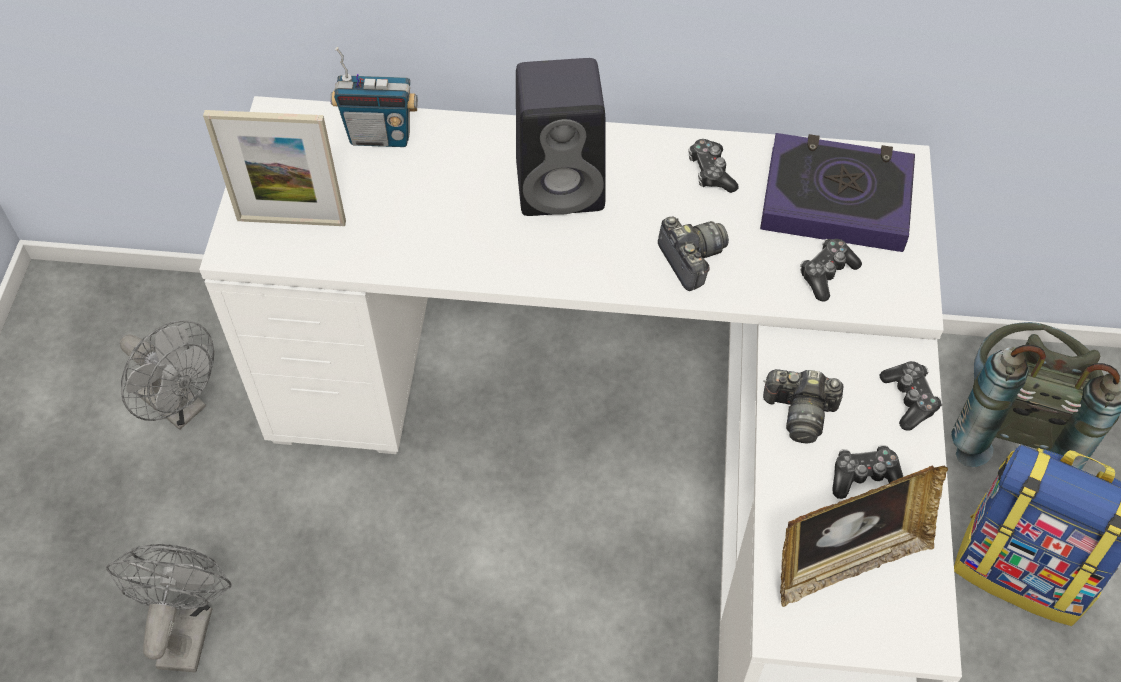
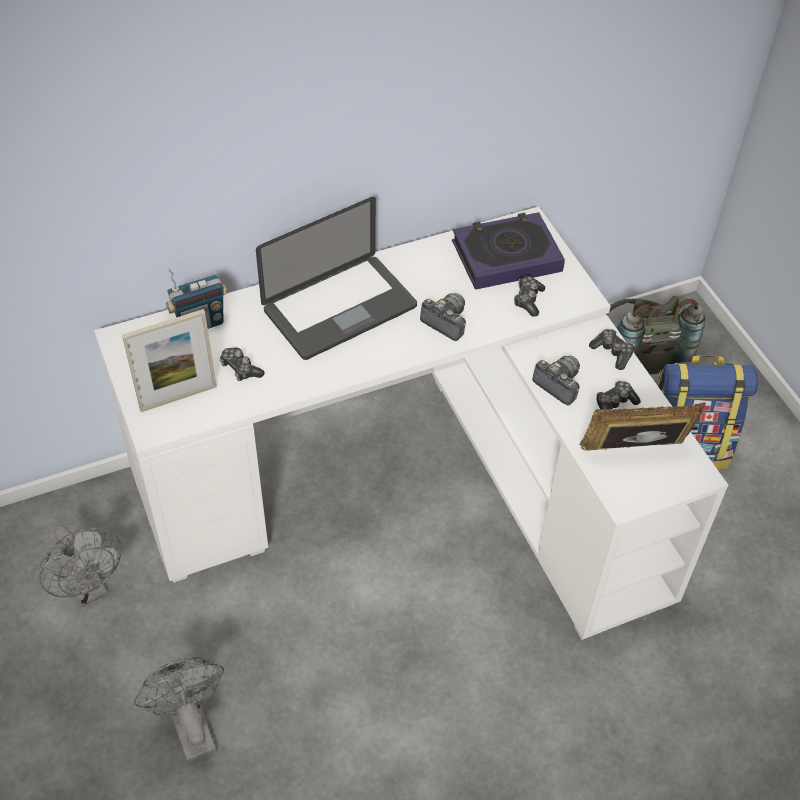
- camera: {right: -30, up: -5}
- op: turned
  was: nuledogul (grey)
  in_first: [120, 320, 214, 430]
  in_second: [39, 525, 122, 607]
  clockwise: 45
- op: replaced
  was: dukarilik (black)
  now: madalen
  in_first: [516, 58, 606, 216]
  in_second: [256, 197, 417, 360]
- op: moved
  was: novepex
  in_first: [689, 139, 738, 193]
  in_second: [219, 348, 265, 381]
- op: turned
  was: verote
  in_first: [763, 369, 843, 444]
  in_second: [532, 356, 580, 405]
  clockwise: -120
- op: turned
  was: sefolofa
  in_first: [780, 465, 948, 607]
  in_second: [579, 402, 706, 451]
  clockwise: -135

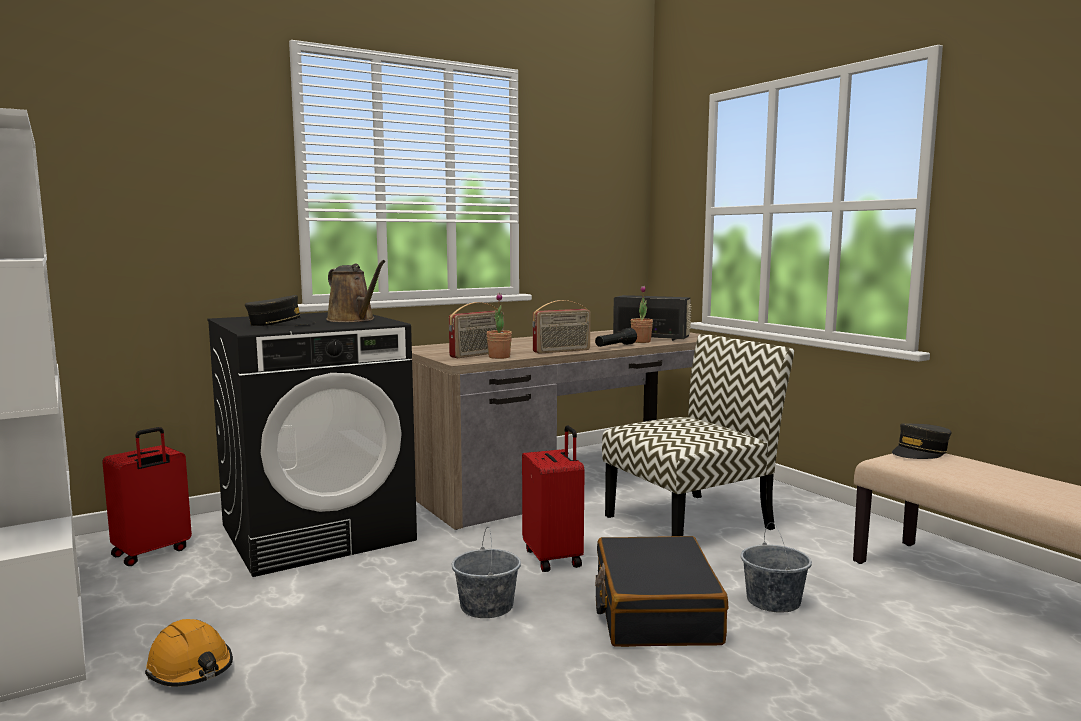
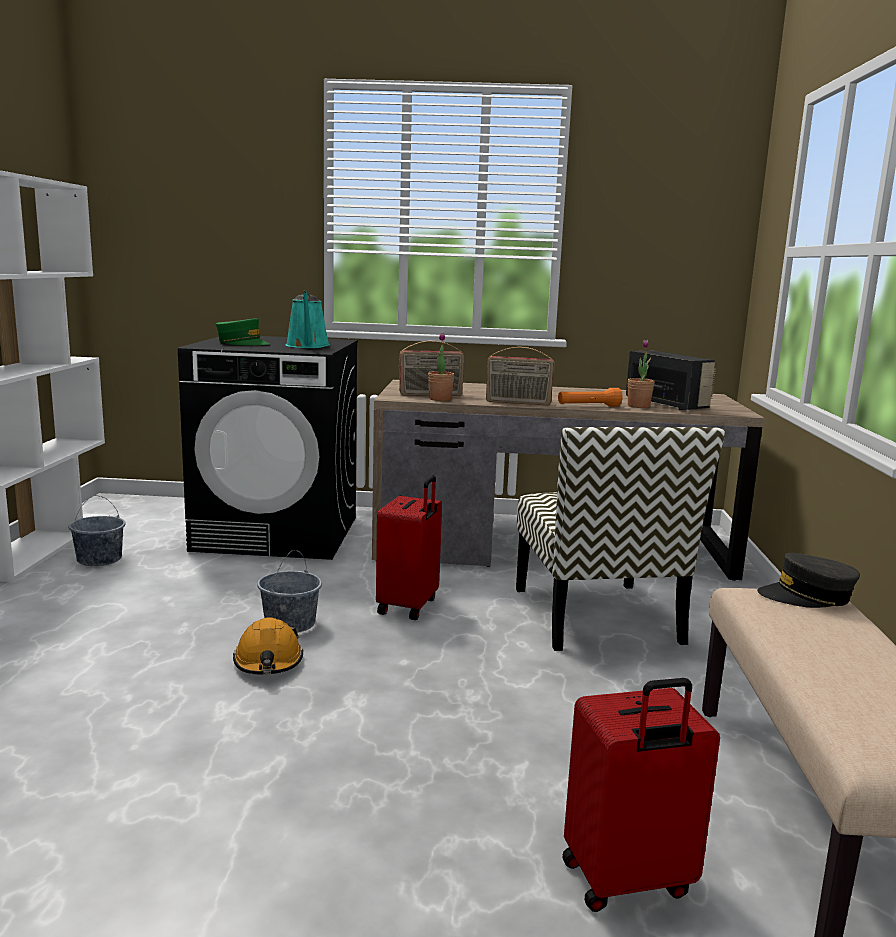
- camera: {right: 35, up: 5}
- op: moved
  was: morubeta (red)
  in_first: [102, 427, 192, 566]
  in_second: [563, 678, 720, 912]
- op: moved
  was: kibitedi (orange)
  in_first: [145, 619, 233, 686]
  in_second: [233, 617, 303, 675]
- op: recoloured
  was: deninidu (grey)
  now: deninidu (green)
  in_first: [245, 295, 315, 326]
  in_second: [216, 319, 269, 345]
- op: recoloured
  was: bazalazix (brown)
  now: bazalazix (turquoise)
  in_first: [326, 260, 386, 322]
  in_second: [286, 291, 330, 348]
- op: recoloured
  was: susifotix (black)
  now: susifotix (orange)
  in_first: [595, 328, 637, 347]
  in_second: [558, 388, 622, 407]
- op: removed
  was: morubeta (black)
  in_first: [595, 536, 728, 647]
- op: turned
  was: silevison
  in_first: [602, 334, 794, 536]
  in_second: [516, 427, 725, 651]
  clockwise: 75
- op: moved
  was: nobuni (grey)
  in_first: [741, 522, 812, 613]
  in_second: [68, 495, 125, 566]

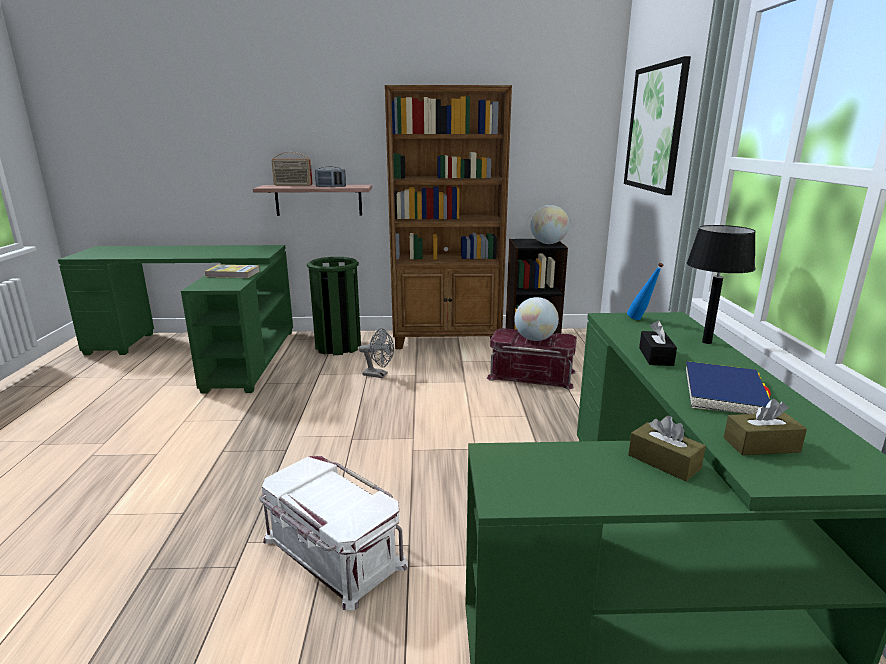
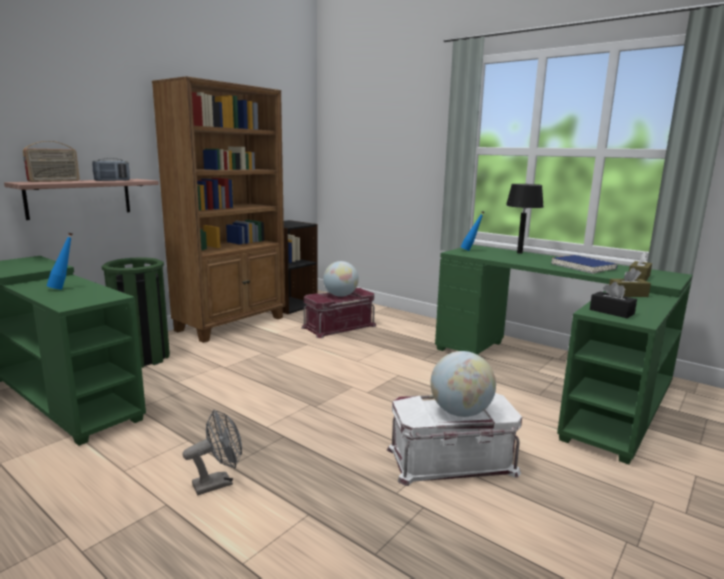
- camera: {right: -50, up: -5}
- op: replaced
  was: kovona
  now: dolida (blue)
  in_first: [205, 265, 260, 278]
  in_second: [47, 233, 73, 290]
- op: moved
  was: nuledogul (grey)
  in_first: [359, 328, 394, 378]
  in_second: [183, 410, 242, 495]
- op: moved
  was: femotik
  in_first: [530, 205, 569, 244]
  in_second: [430, 351, 496, 417]
- op: removed
  was: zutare
  in_first: [624, 56, 691, 195]
- op: moved
  was: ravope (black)
  in_first: [639, 321, 677, 366]
  in_second: [590, 282, 637, 318]

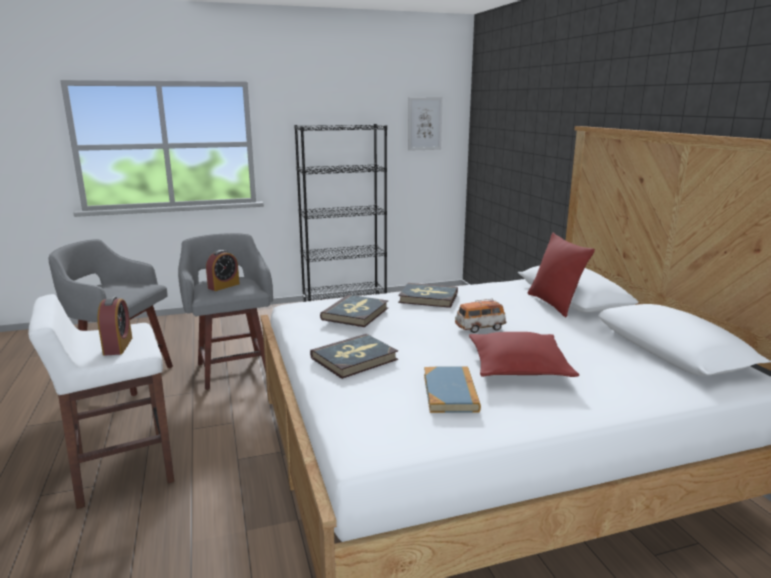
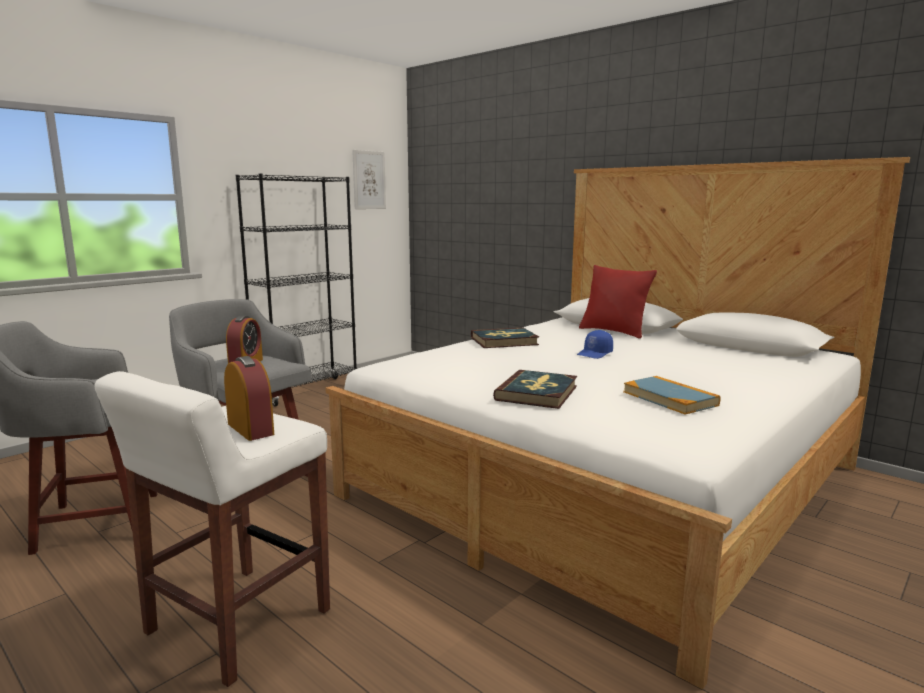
- camera: {right: -30, up: -5}
- op: removed
  was: kovona
  in_first: [320, 295, 388, 327]
- op: replaced
  was: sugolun
  now: deninidu (blue)
  in_first: [455, 299, 506, 333]
  in_second: [577, 330, 613, 359]
- op: removed
  was: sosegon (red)
  in_first: [469, 332, 579, 377]

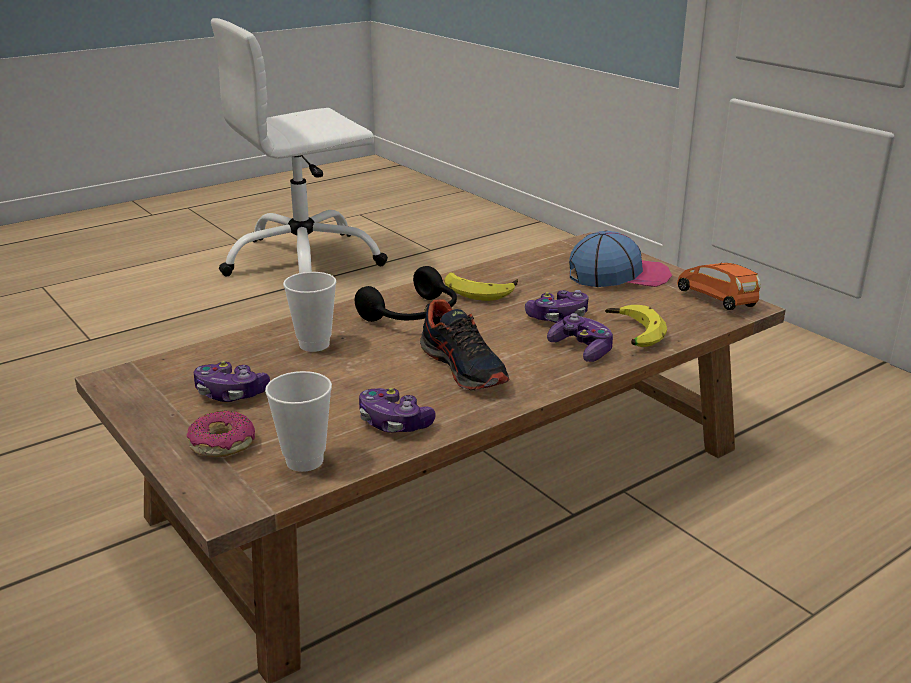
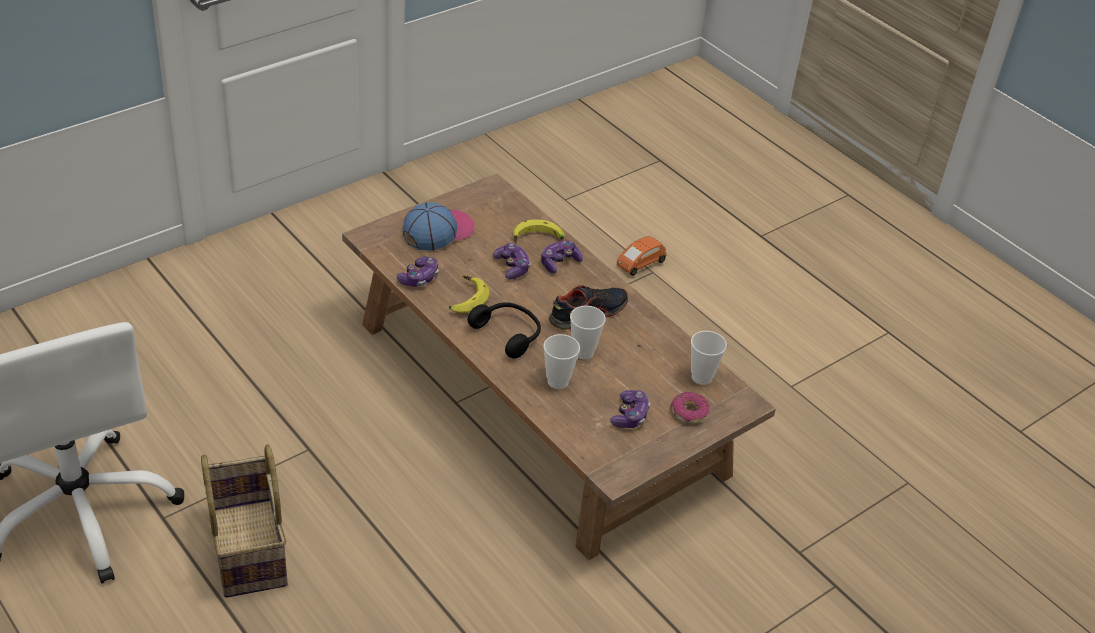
- camera: {right: -95, up: 15}
- op: moved
  was: novepex
  in_first: [359, 388, 436, 433]
  in_second: [397, 256, 439, 287]
- op: turned
  was: deninidu
  in_first: [569, 231, 672, 287]
  in_second: [403, 202, 475, 251]
  clockwise: 60
- op: moved
  was: sugolun (orange)
  in_first: [677, 261, 761, 310]
  in_second: [617, 236, 666, 275]
- op: added
  now: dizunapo
  in_second: [201, 444, 288, 598]
- op: added
  now: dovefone
  in_second: [570, 306, 606, 359]

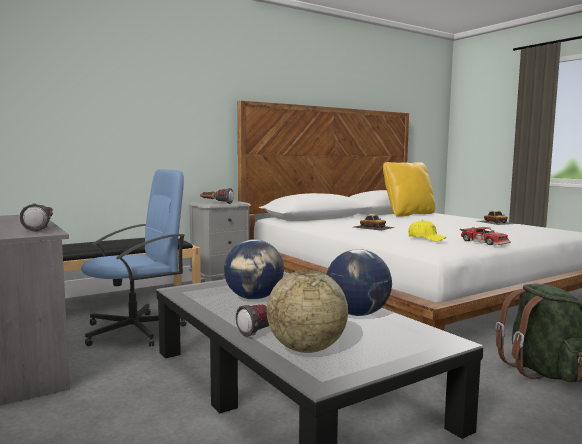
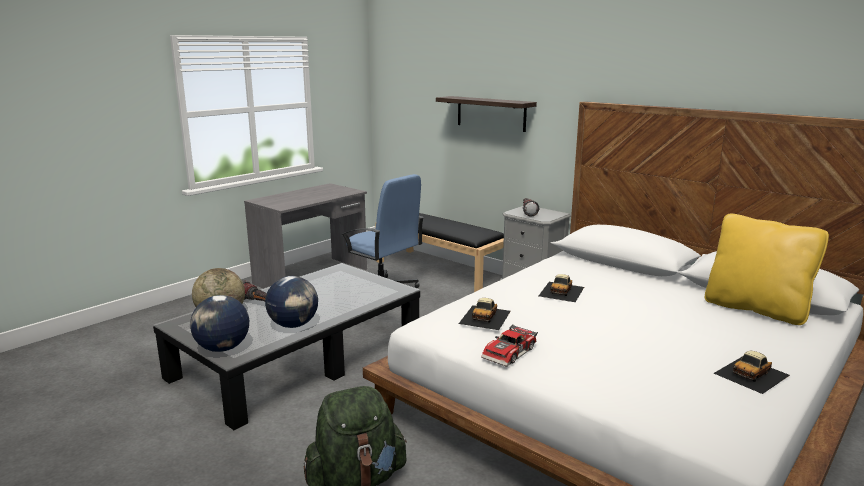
- camera: {right: 75, up: 10}
- op: removed
  was: susifotix
  in_first: [20, 203, 53, 231]
- op: moved
  was: femotik
  in_first: [224, 239, 284, 300]
  in_second: [190, 295, 249, 352]
- op: replaced
  was: deninidu (yellow)
  now: sugolun
  in_first: [408, 220, 446, 241]
  in_second: [459, 298, 511, 330]
- op: added
  now: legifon
  in_second: [436, 96, 537, 132]

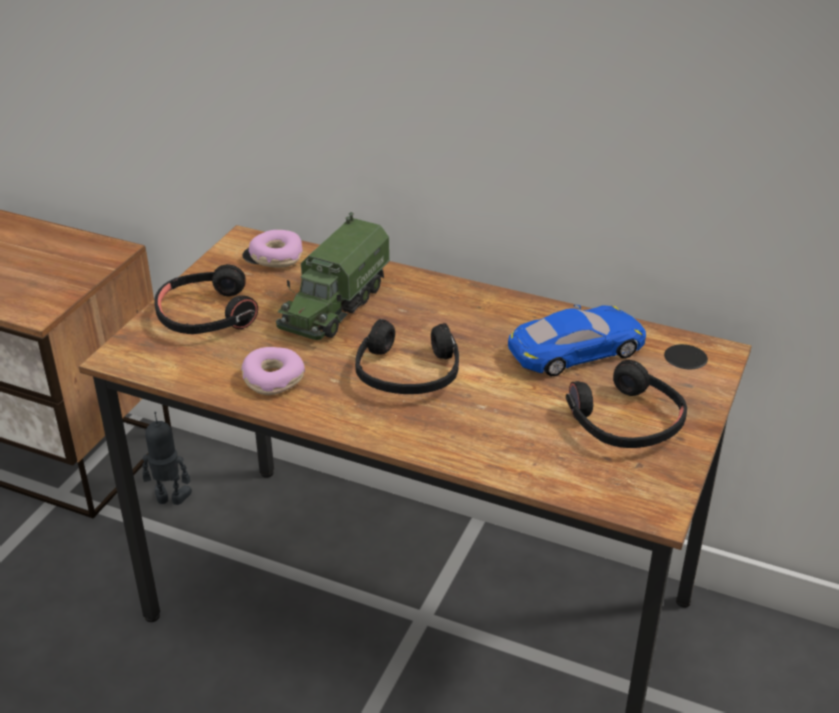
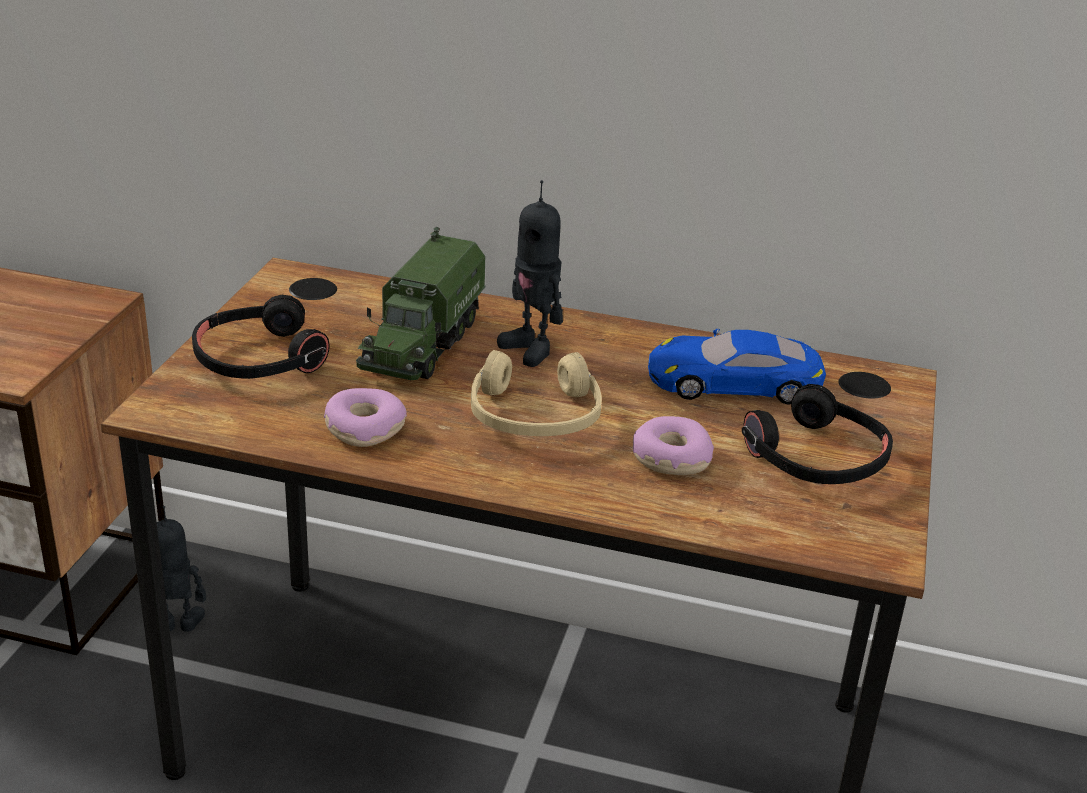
- camera: {right: -10, up: -5}
- op: moved
  was: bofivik
  in_first: [249, 230, 303, 268]
  in_second: [633, 416, 714, 475]
- op: recoloured
  was: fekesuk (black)
  now: fekesuk (beige)
  in_first: [355, 319, 459, 394]
  in_second: [471, 350, 602, 436]
- op: turned
  was: sugolun (blue)
  in_first: [508, 305, 646, 377]
  in_second: [648, 329, 826, 405]
  clockwise: -150
- op: added
  now: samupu
  in_second: [497, 180, 563, 367]

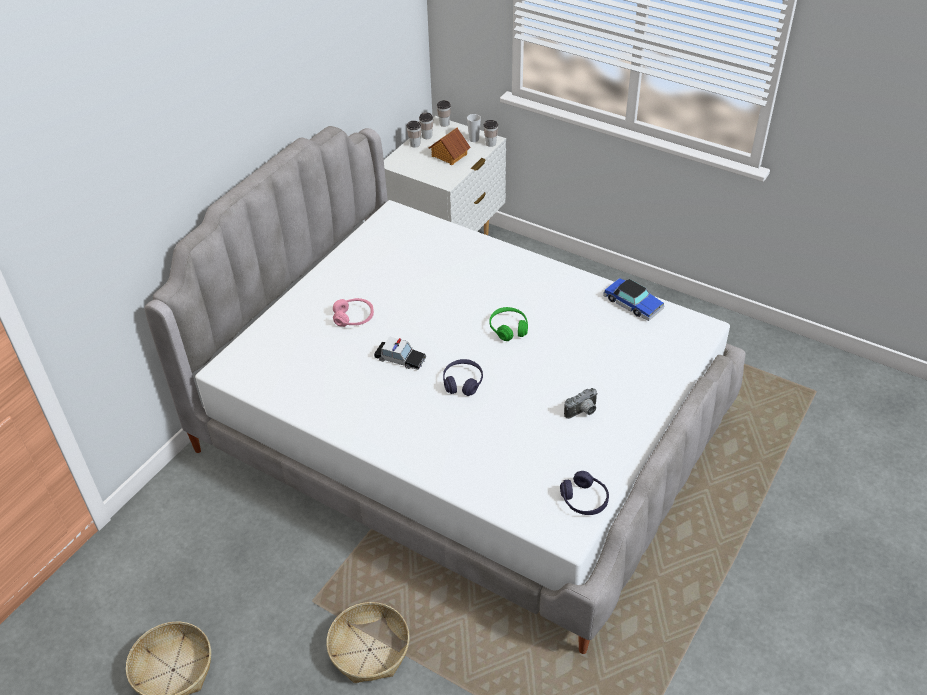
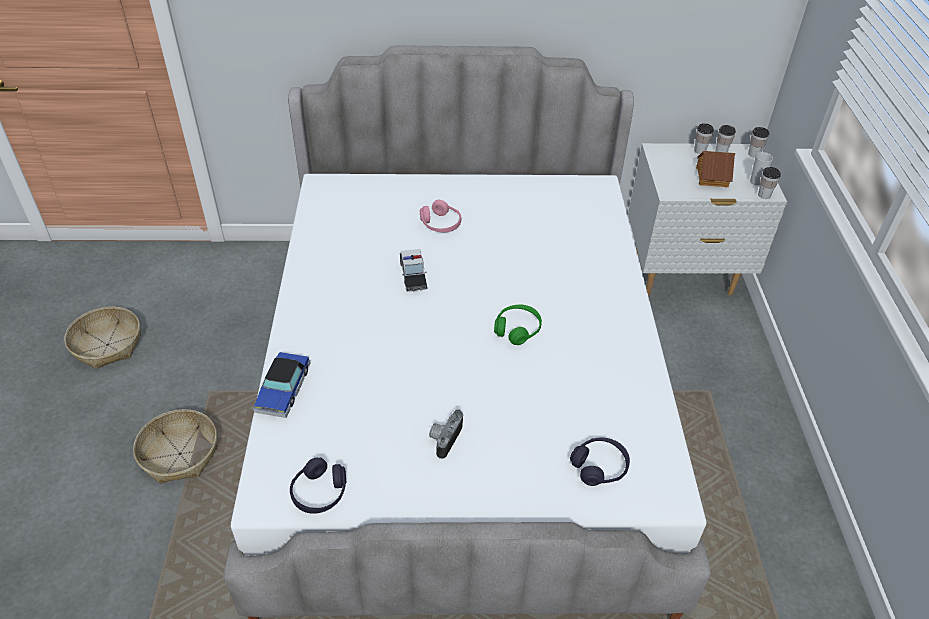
- camera: {right: 55, up: 0}
- op: moved
  was: fekesuk (purple)
  in_first: [443, 359, 483, 396]
  in_second: [570, 437, 630, 486]
- op: turned
  was: verote
  in_first: [564, 388, 598, 419]
  in_second: [429, 409, 463, 459]
  clockwise: 90
- op: moved
  was: sugolun
  in_first: [603, 278, 664, 321]
  in_second: [253, 352, 310, 418]

